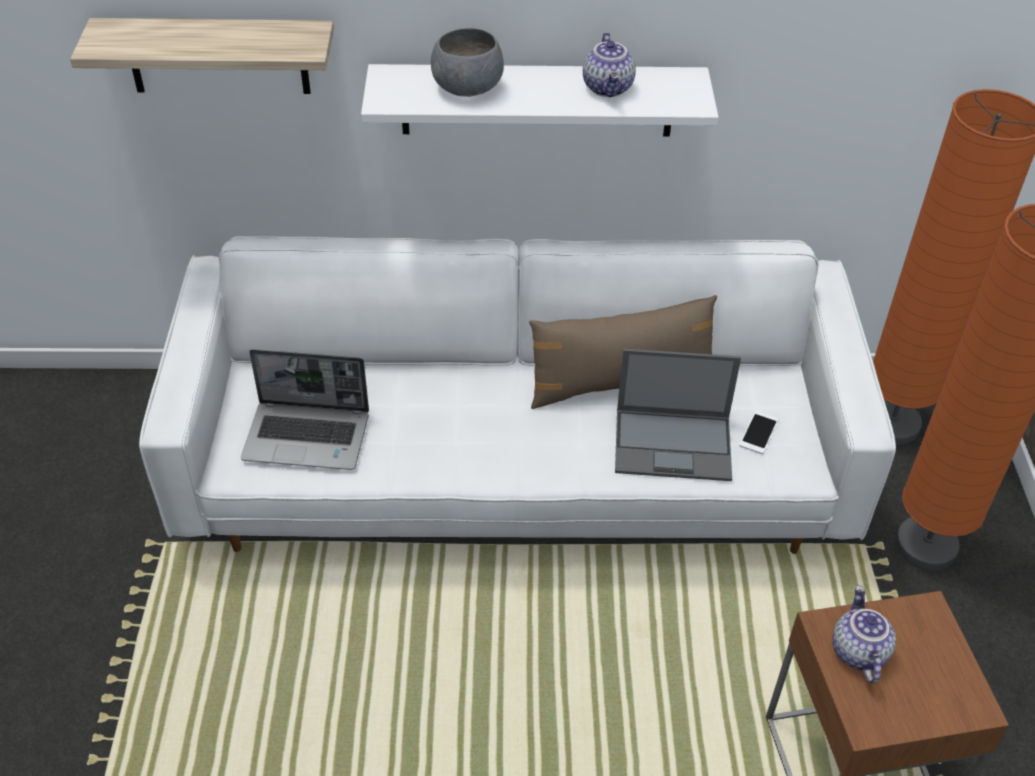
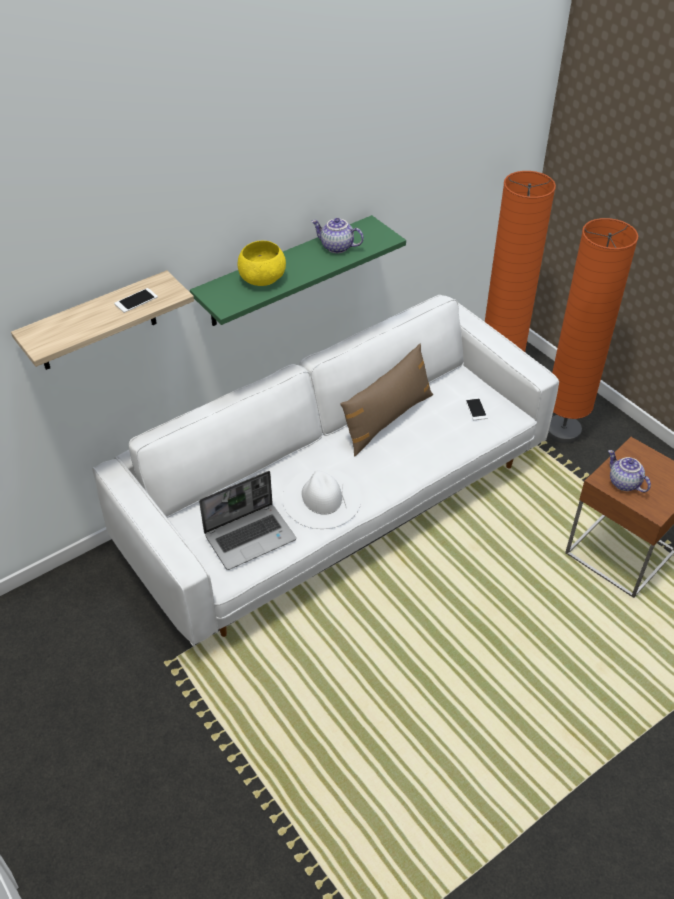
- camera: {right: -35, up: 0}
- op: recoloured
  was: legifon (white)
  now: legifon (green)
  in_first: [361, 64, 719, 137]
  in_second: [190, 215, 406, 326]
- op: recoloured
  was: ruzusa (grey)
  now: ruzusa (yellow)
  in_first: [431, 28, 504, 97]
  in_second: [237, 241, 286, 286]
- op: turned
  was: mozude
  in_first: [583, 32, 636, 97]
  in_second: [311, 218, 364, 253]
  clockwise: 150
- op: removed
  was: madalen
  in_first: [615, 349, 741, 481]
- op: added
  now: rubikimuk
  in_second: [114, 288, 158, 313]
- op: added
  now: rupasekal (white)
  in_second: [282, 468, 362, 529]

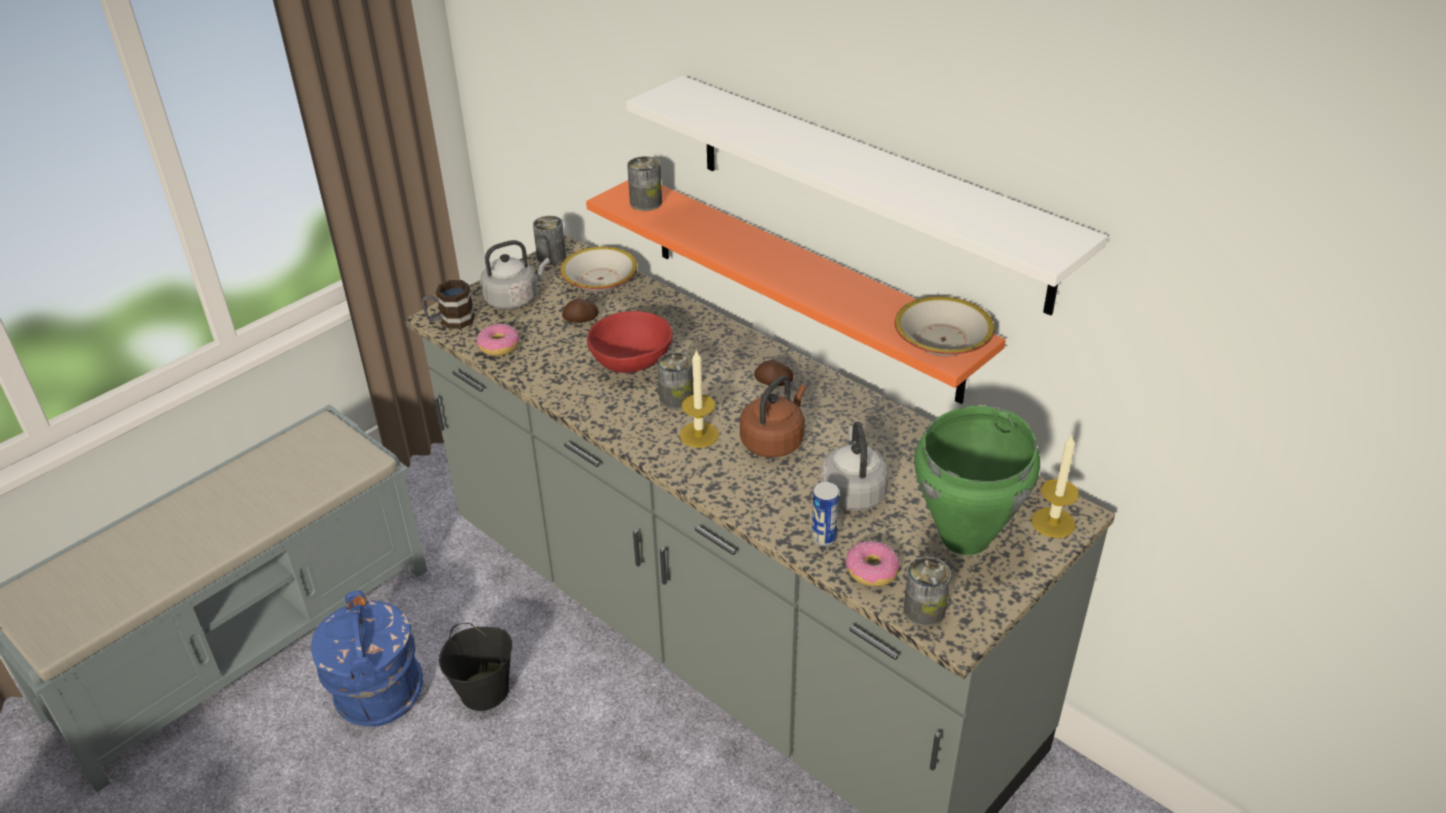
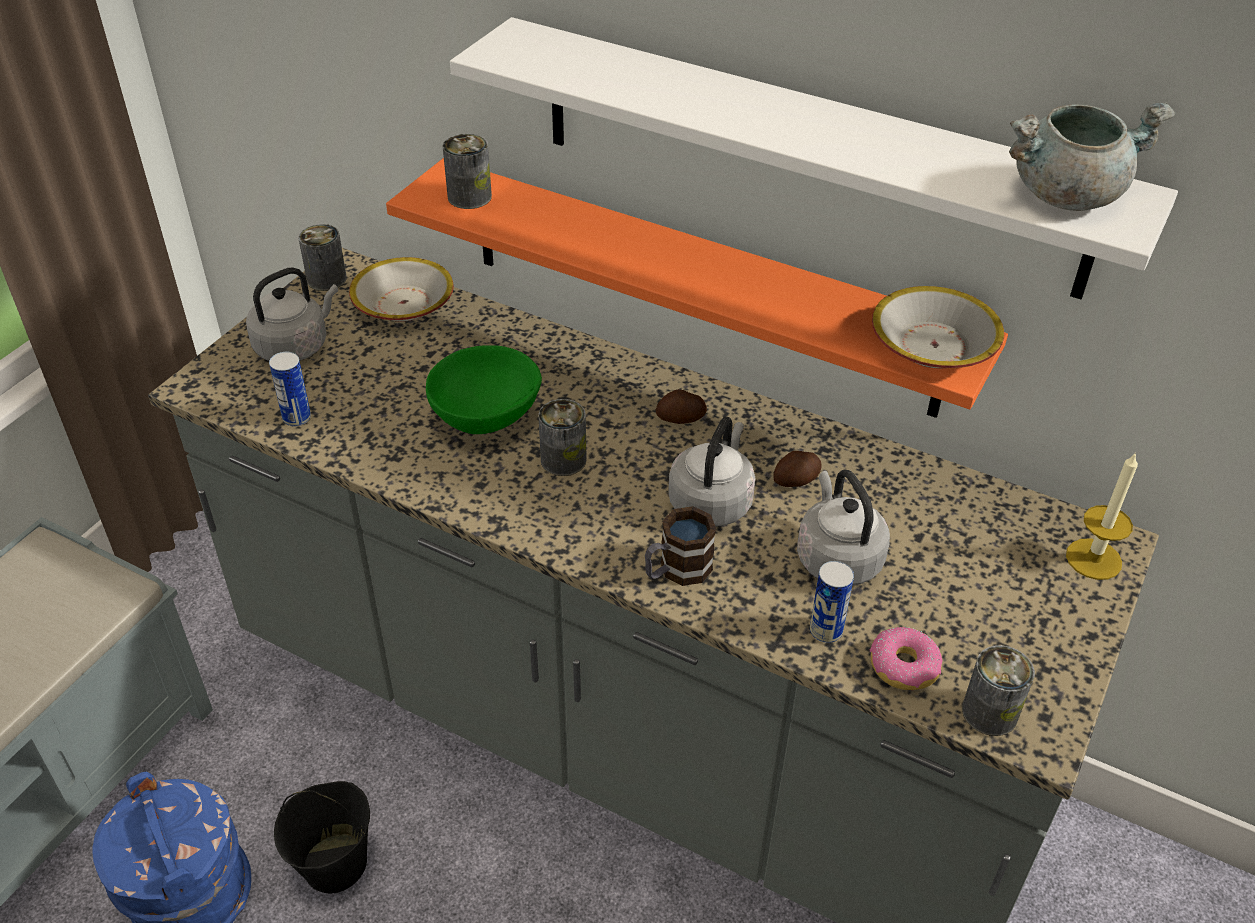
- camera: {right: -15, up: 5}
- op: moved
  was: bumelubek
  in_first: [422, 280, 475, 329]
  in_second: [645, 506, 716, 586]
- op: replaced
  was: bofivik
  now: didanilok
  in_first: [477, 323, 520, 356]
  in_second: [269, 352, 311, 426]
- op: moved
  was: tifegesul
  in_first: [562, 299, 599, 323]
  in_second: [774, 451, 822, 487]
- op: recoloured
  was: ruzusa (red)
  now: ruzusa (green)
  in_first: [587, 311, 673, 373]
  in_second: [426, 345, 542, 434]
- op: removed
  was: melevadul
  in_first: [680, 349, 719, 448]
- op: recoloured
  was: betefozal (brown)
  now: betefozal (grey)
  in_first: [740, 375, 806, 457]
  in_second: [668, 417, 756, 527]
- op: removed
  was: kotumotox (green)
  in_first: [914, 405, 1040, 555]
- op: added
  now: kotumotox (grey)
  in_second: [1009, 102, 1176, 211]

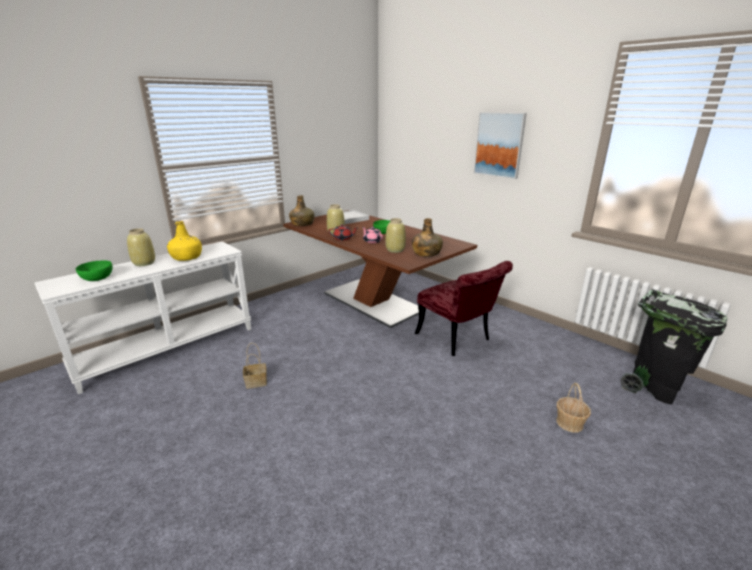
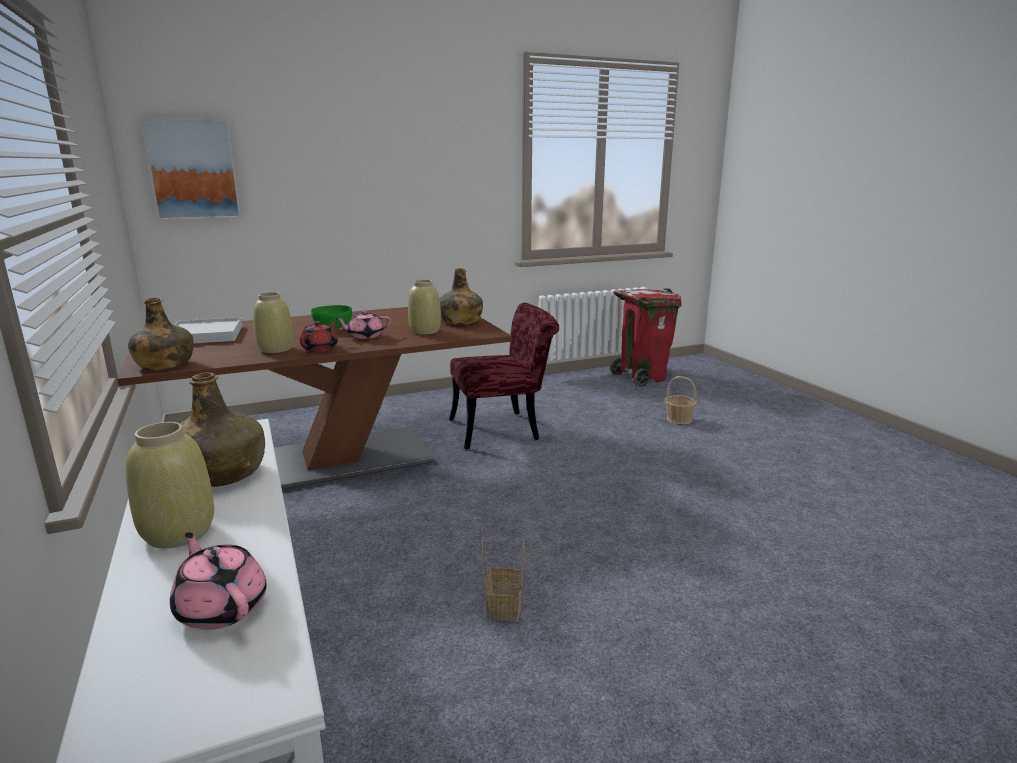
- camera: {right: -70, up: -5}
- op: replaced
  was: ruzusa (green)
  now: mozude (pink)
  in_first: [76, 260, 112, 281]
  in_second: [170, 532, 267, 630]
- op: recoloured
  was: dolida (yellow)
  now: dolida (green)
  in_first: [167, 221, 202, 261]
  in_second: [180, 372, 265, 487]
- op: moved
  was: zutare
  in_first: [473, 112, 527, 179]
  in_second: [140, 117, 241, 220]
- op: recoloured
  was: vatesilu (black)
  now: vatesilu (red)
  in_first: [620, 289, 728, 404]
  in_second: [610, 288, 682, 387]

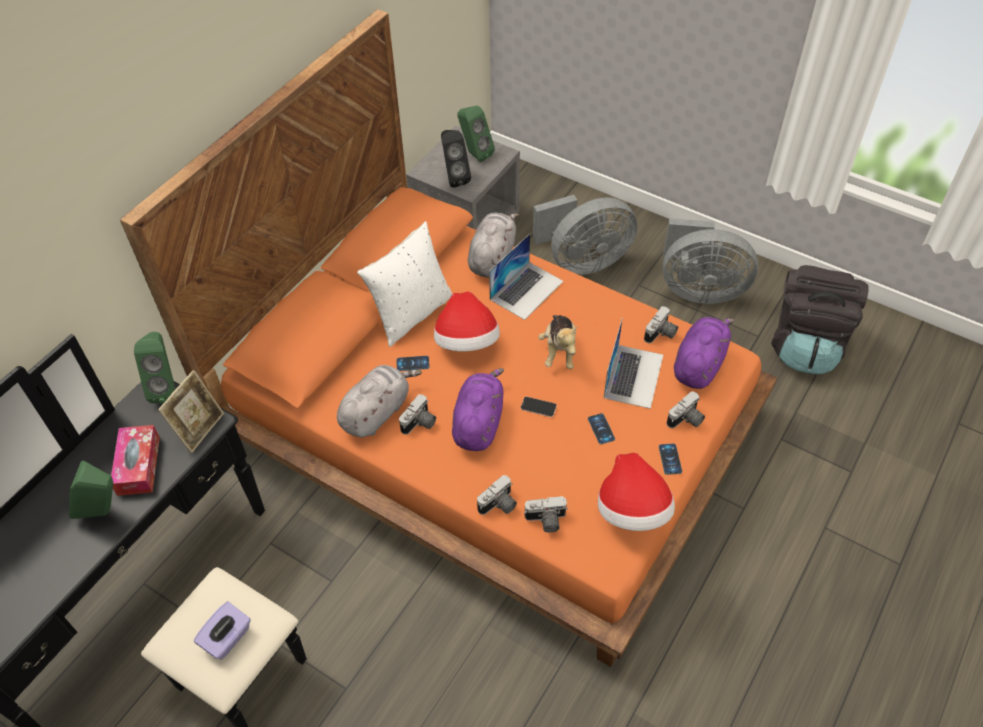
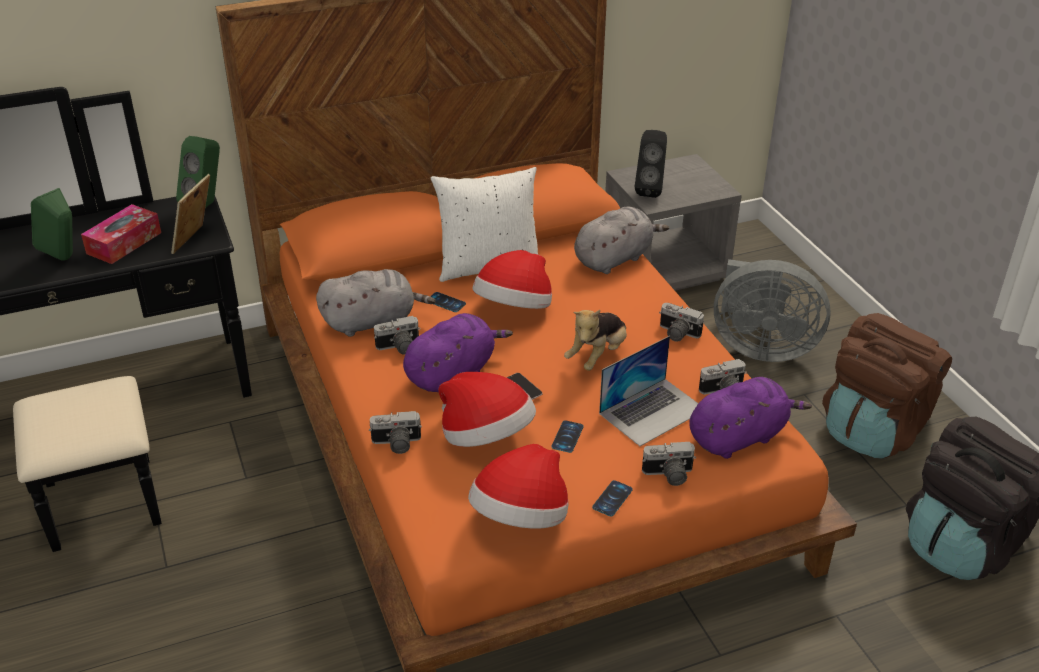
- camera: {right: 35, up: -15}
- op: turned
  was: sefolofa
  in_first: [158, 370, 224, 453]
  in_second: [171, 174, 210, 254]
  clockwise: 135
- op: removed
  was: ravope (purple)
  in_first: [194, 601, 251, 660]
- op: removed
  was: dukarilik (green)
  in_first: [457, 106, 495, 162]
- op: removed
  was: madalen
  in_first: [489, 234, 564, 320]
- op: moved
  was: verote
  in_first: [524, 496, 568, 533]
  in_second: [659, 303, 704, 342]
- op: replaced
  was: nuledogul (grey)
  now: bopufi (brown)
  in_first: [663, 218, 758, 304]
  in_second: [822, 313, 952, 459]
- op: added
  now: rupasekal
  in_second: [438, 372, 536, 447]

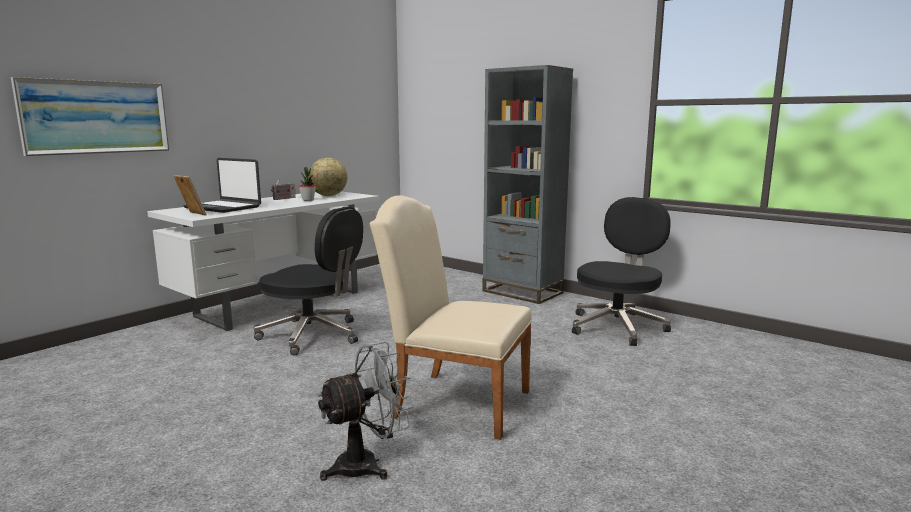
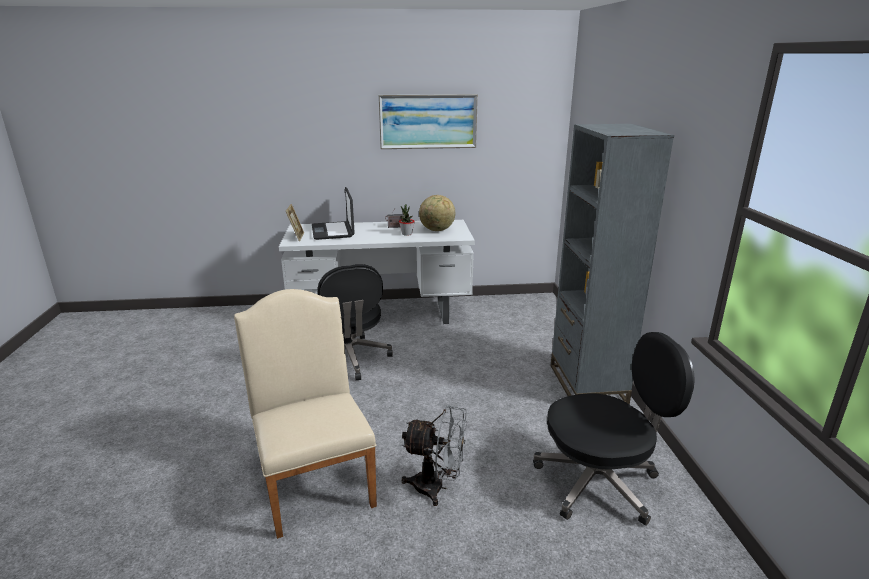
- camera: {right: 45, up: 10}
- op: moved
  was: zutare
  in_first: [11, 77, 169, 156]
  in_second: [379, 94, 478, 149]
- op: moved
  was: nuledogul (grey)
  in_first: [317, 342, 414, 481]
  in_second: [402, 405, 467, 506]

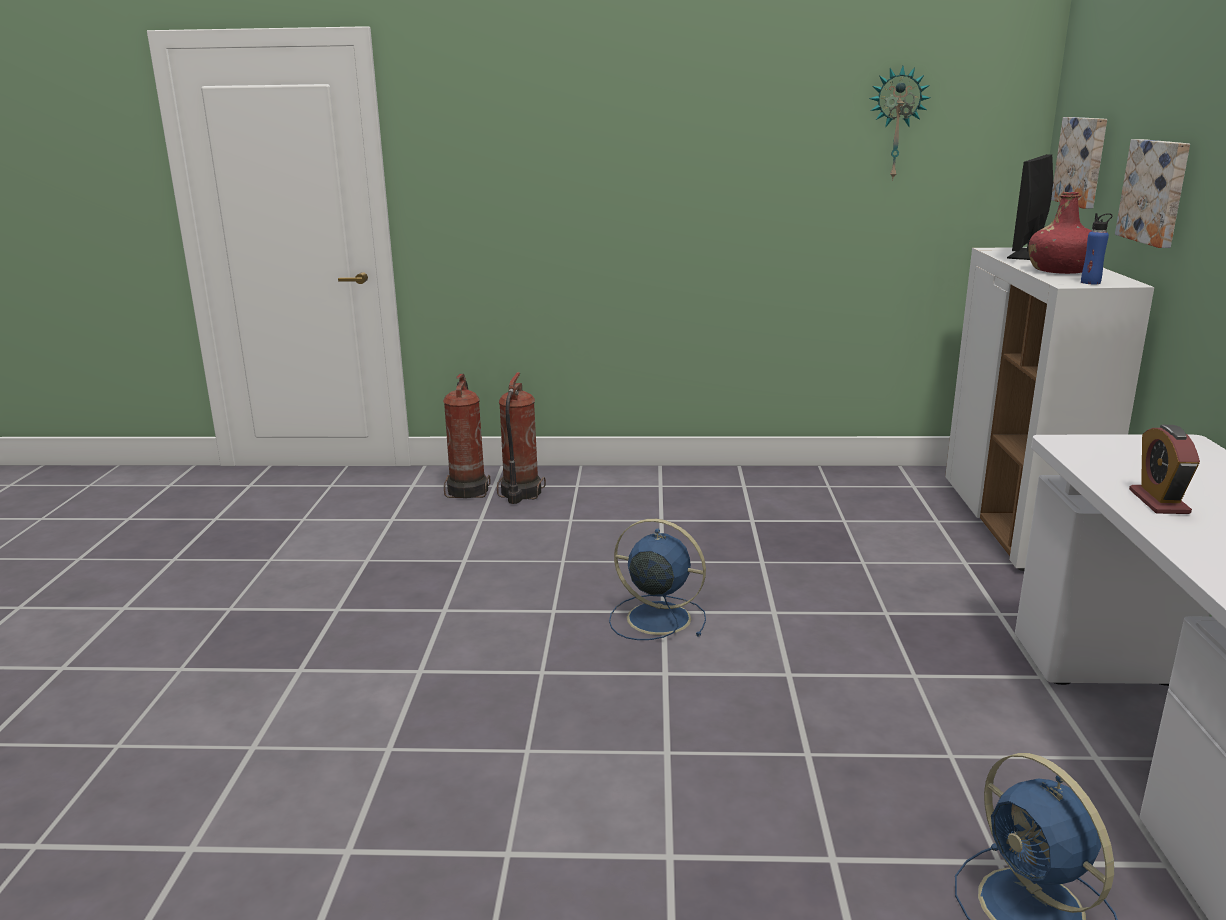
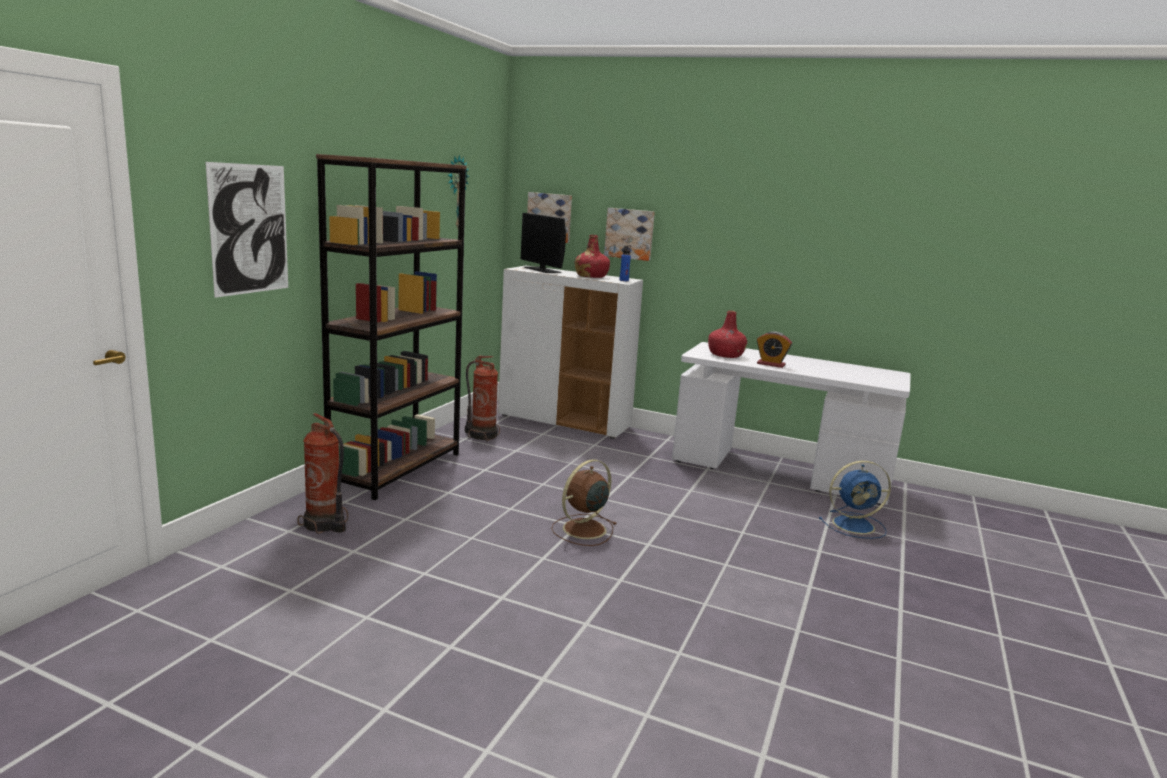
- camera: {right: -70, up: -5}
- op: moved
  was: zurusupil
  in_first: [443, 374, 491, 498]
  in_second: [465, 356, 500, 441]
- op: recoloured
  was: nuledogul (blue)
  now: nuledogul (brown)
  in_first: [609, 519, 706, 640]
  in_second: [551, 459, 617, 546]
- op: added
  now: zutare
  in_second: [205, 162, 288, 298]
- op: added
  now: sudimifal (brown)
  in_second: [316, 154, 467, 500]
- op: added
  now: dolida (red)
  in_second: [708, 311, 747, 358]

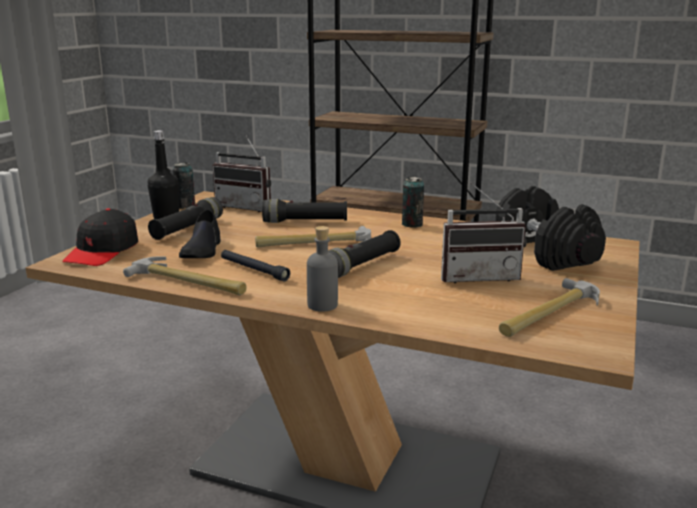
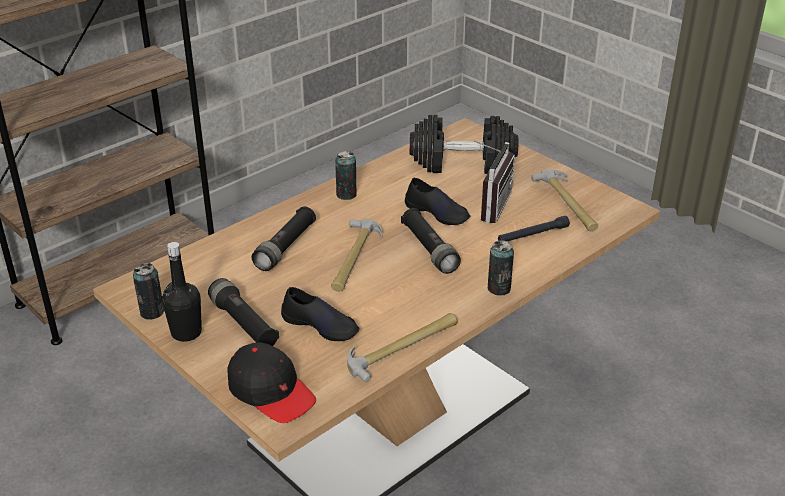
- camera: {right: -65, up: 15}
- op: removed
  was: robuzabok
  in_first: [212, 135, 271, 212]
- op: moved
  was: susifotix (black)
  in_first: [221, 250, 290, 281]
  in_second: [498, 216, 570, 241]
- op: replaced
  was: dolida (grey)
  now: didanilok
  in_first: [307, 226, 338, 312]
  in_second: [488, 240, 514, 296]
- op: added
  now: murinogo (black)
  in_second: [405, 178, 471, 225]

